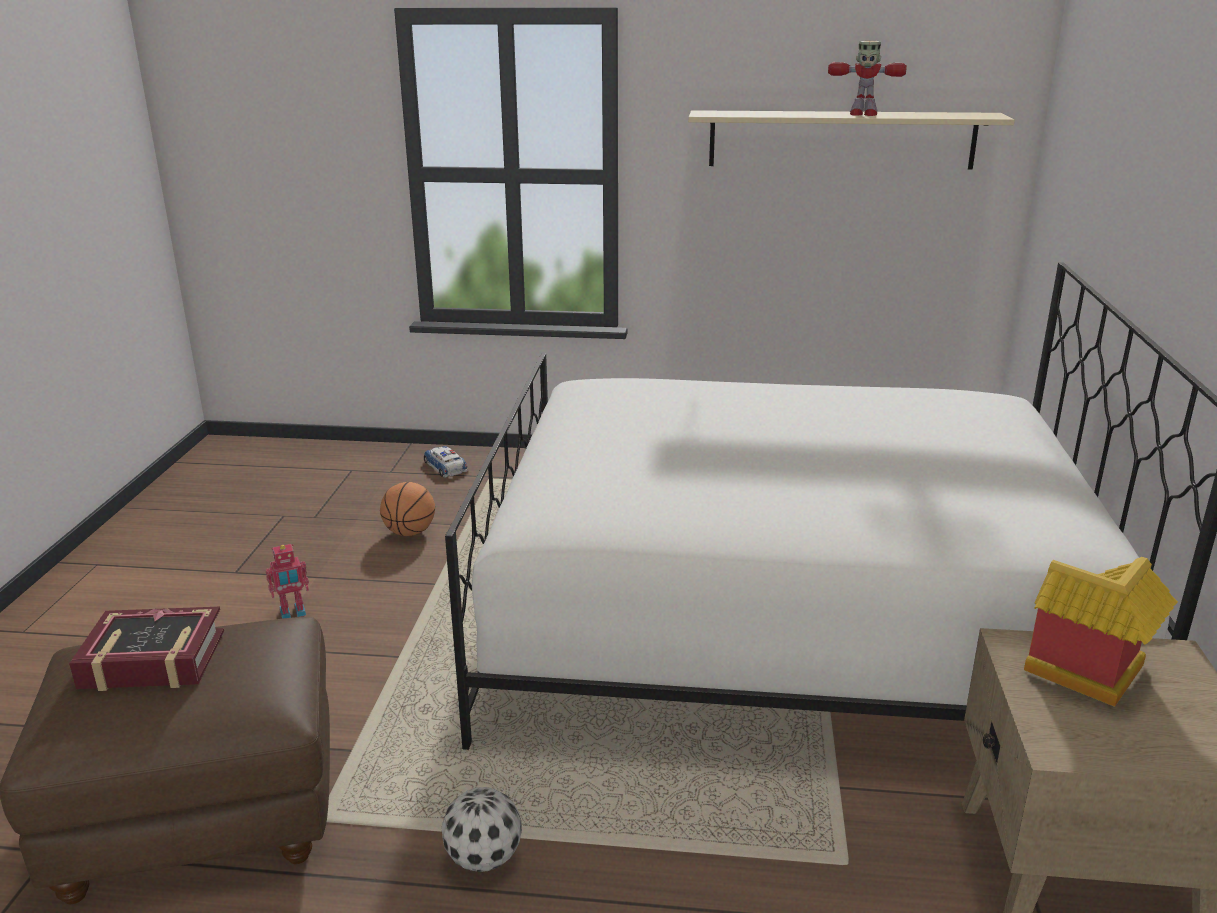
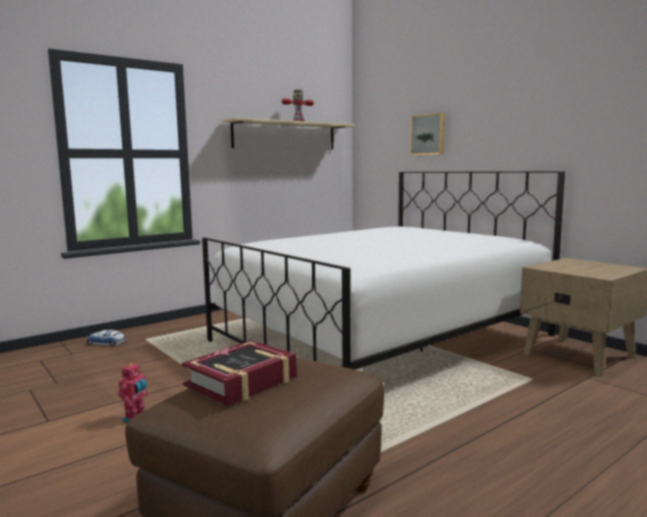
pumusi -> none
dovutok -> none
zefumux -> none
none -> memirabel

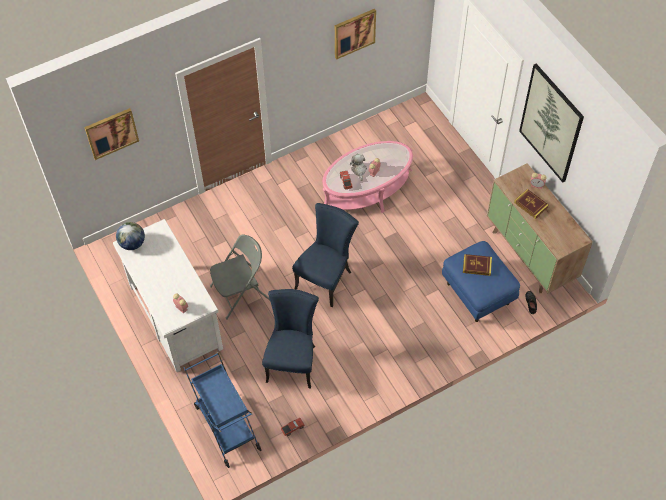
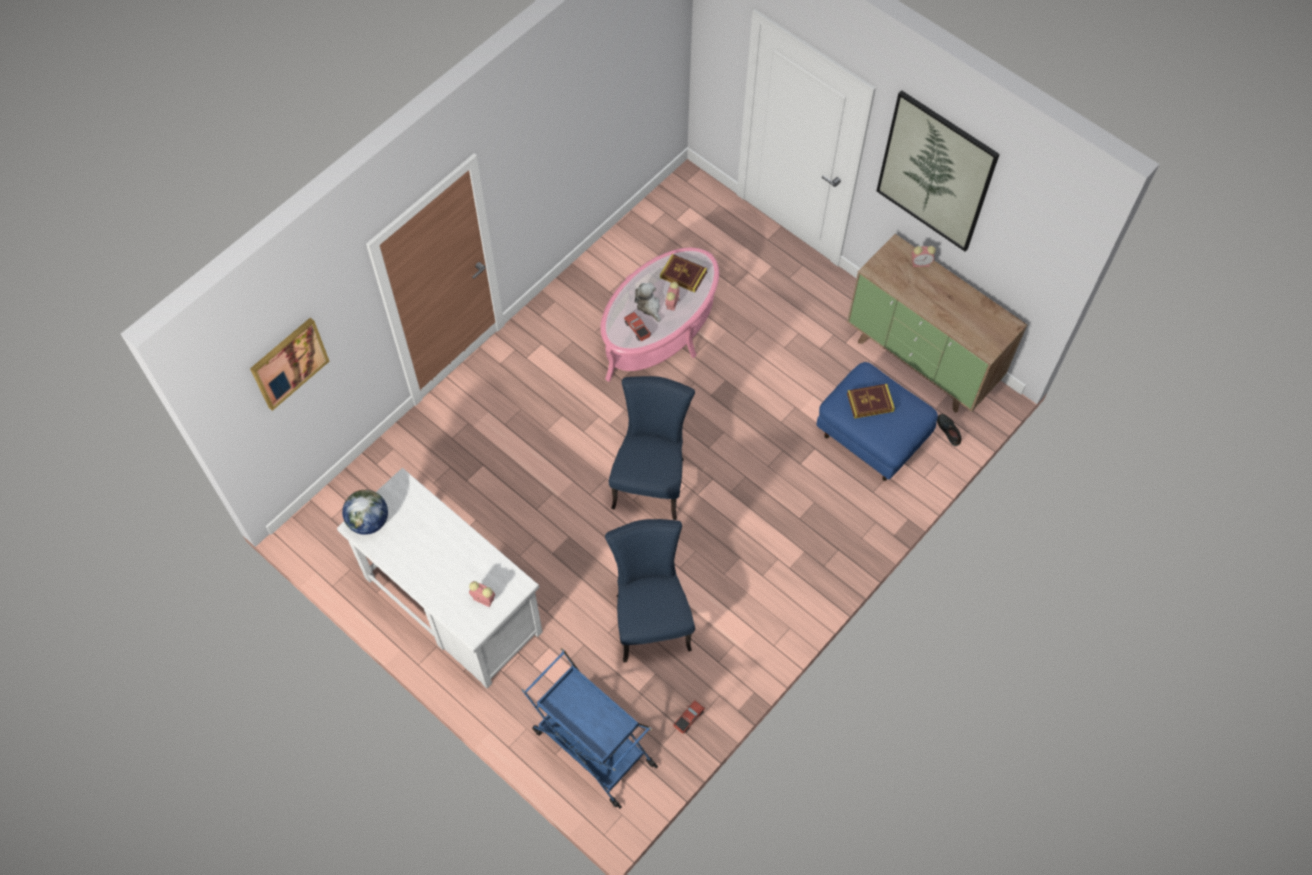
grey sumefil -> none
memirabel (2nd from left) -> none
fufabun (2nd from left in the first image) -> fufabun (1st from left), move

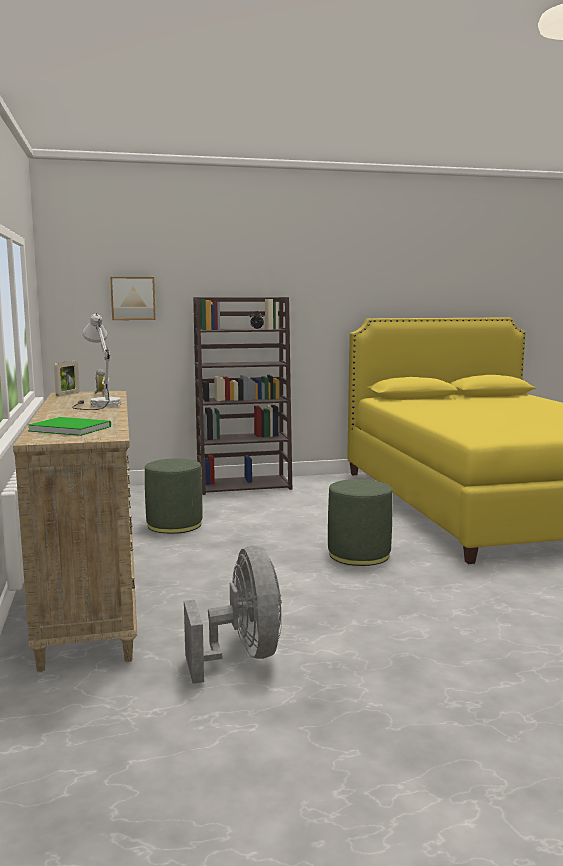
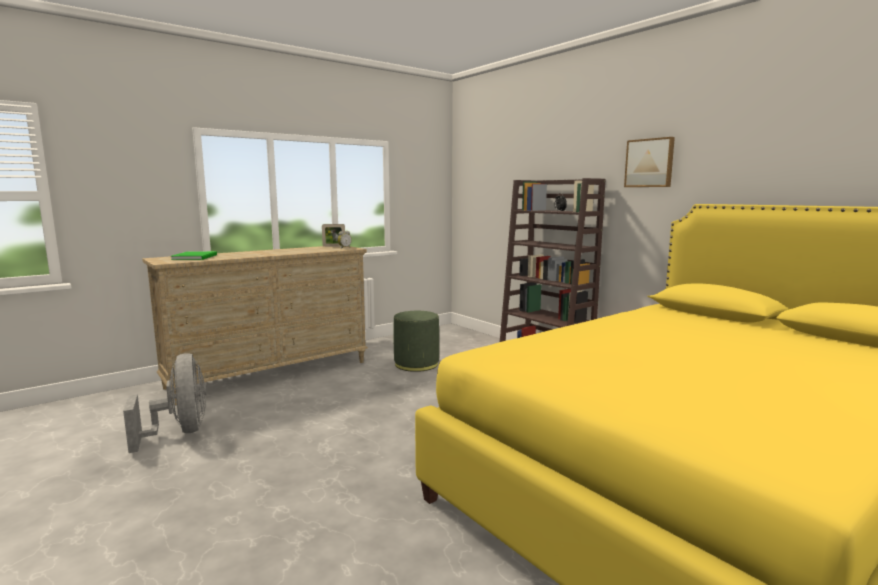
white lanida -> none
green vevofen (2nd from left) -> none
memirabel, move
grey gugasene, 75 degrees counterclockwise

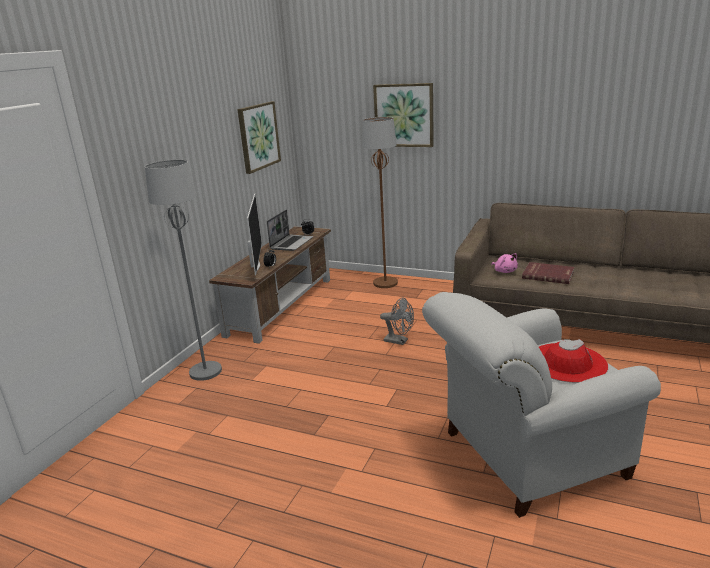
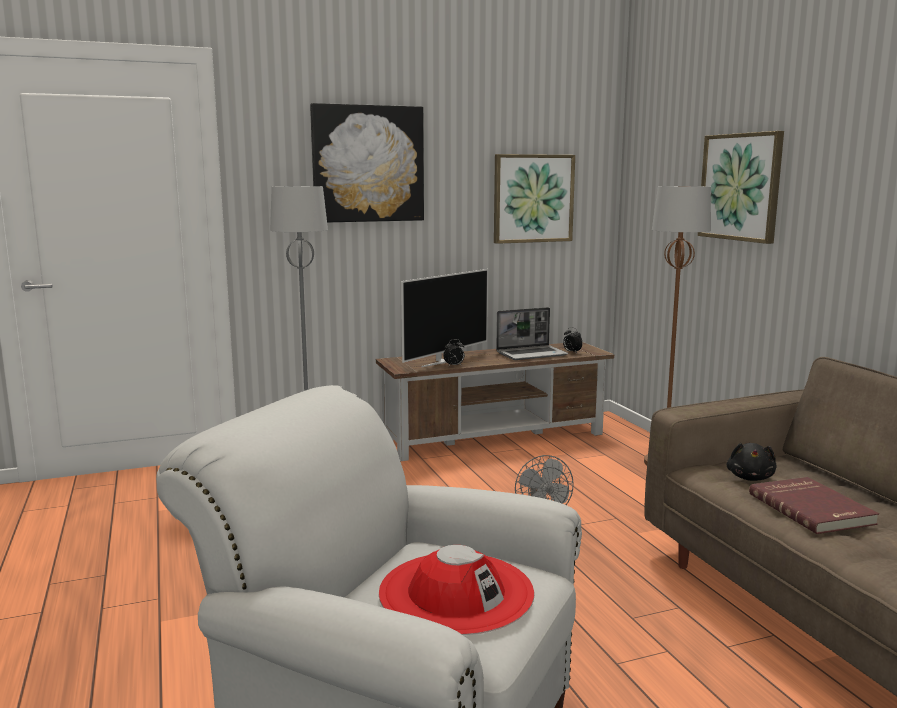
none -> memirabel (1st from left)
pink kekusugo -> black kekusugo

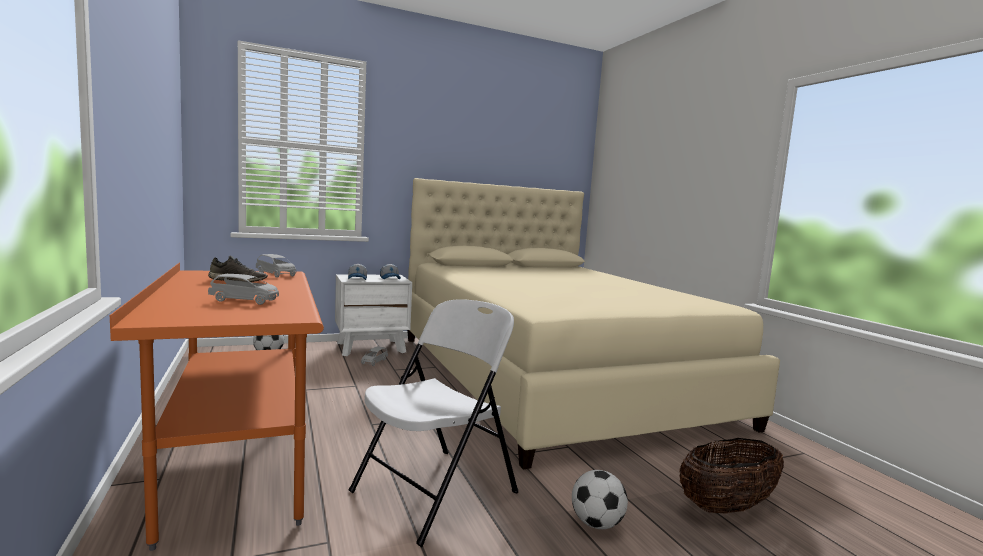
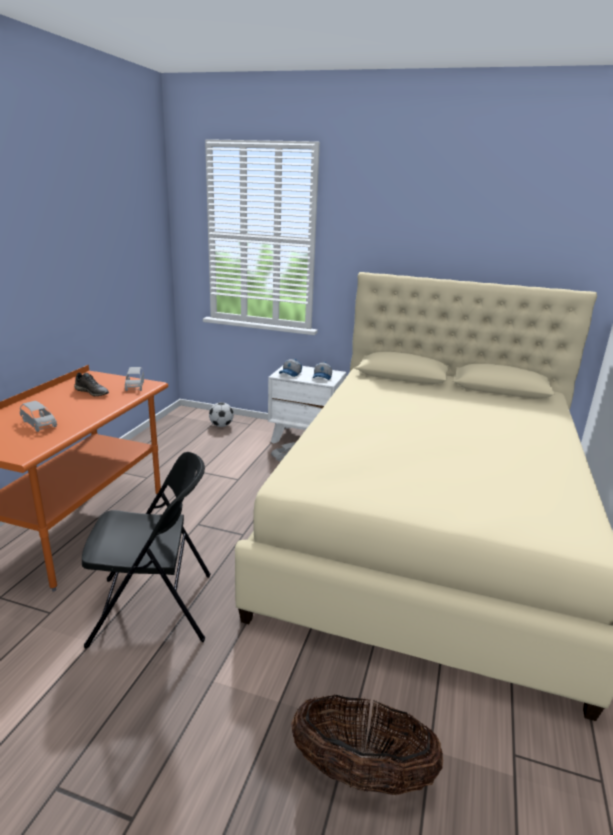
dovutok (2nd from left) -> none
white sumefil -> black sumefil

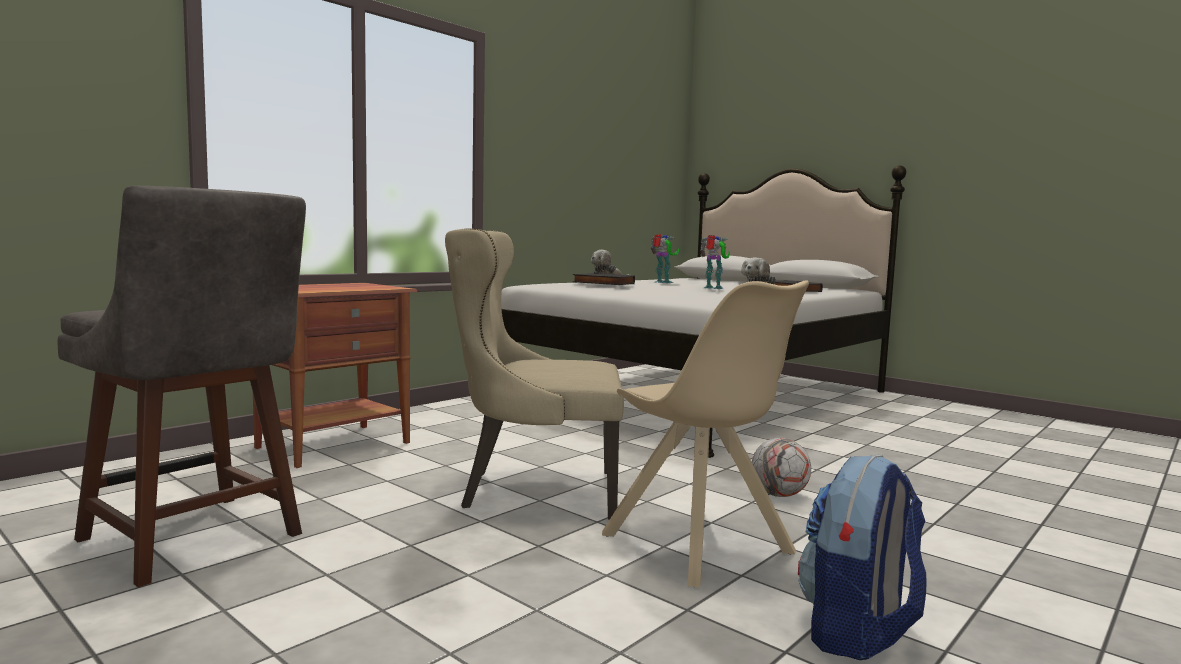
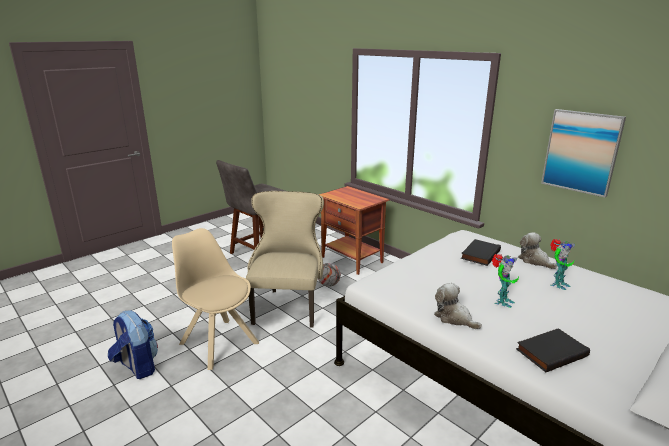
none -> memirabel
dovutok, move
beige sumefil (2nd from left in the first image) -> beige sumefil (1st from left), 75 degrees clockwise

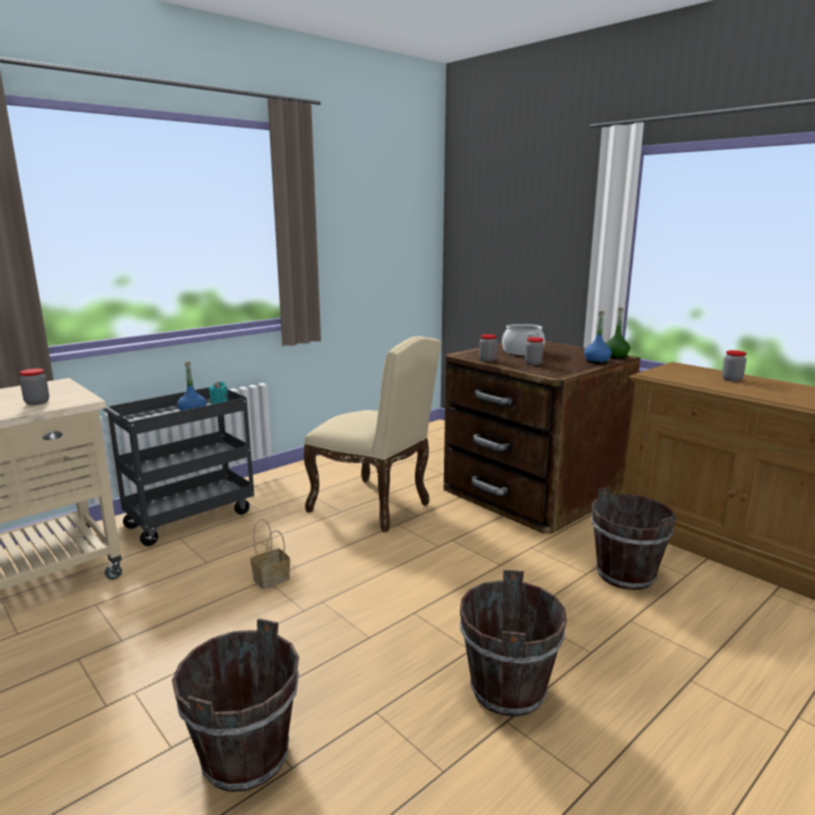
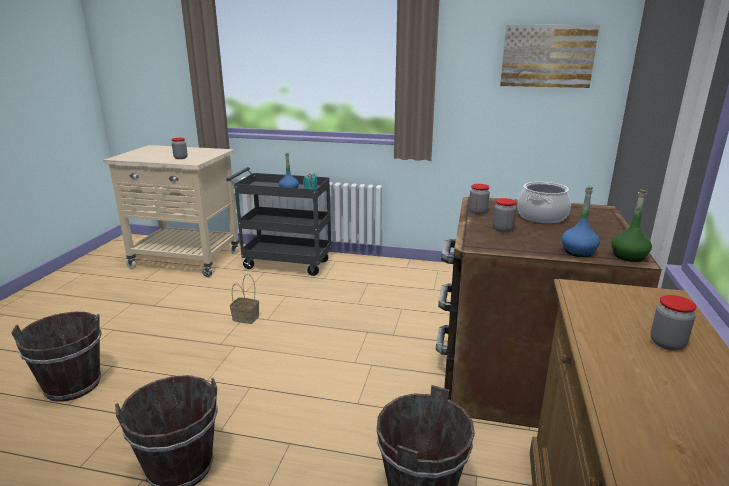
beige sumefil -> none
none -> memirabel

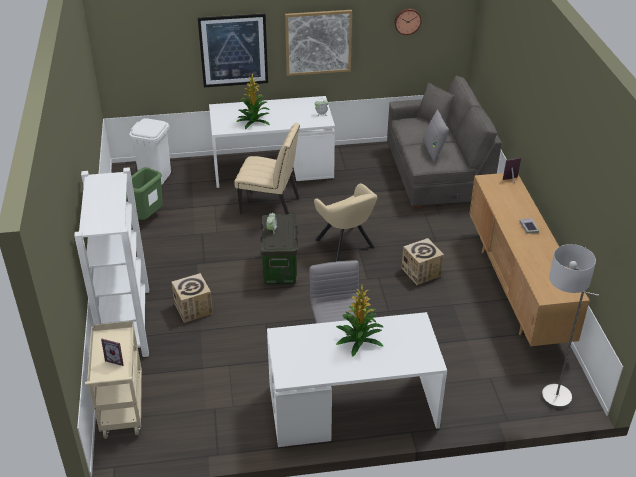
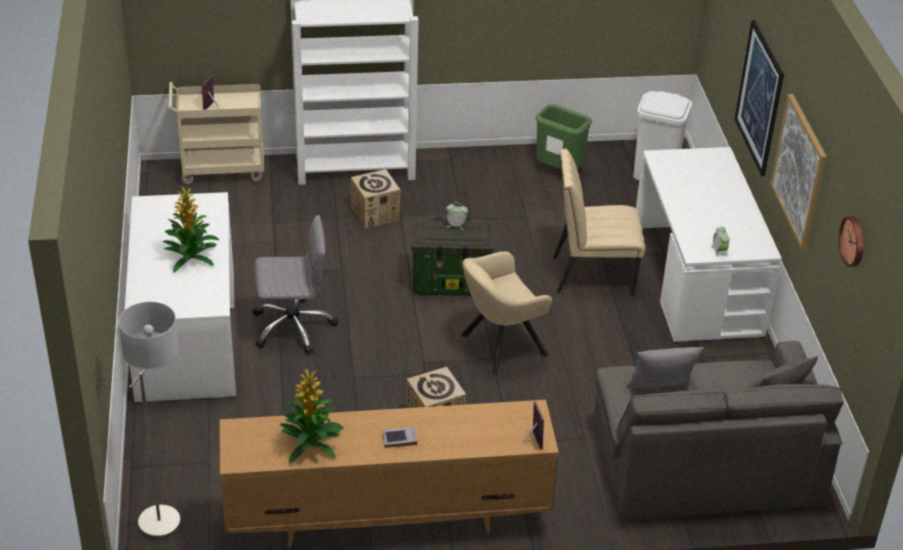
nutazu (1st from left in the first image) -> nutazu (2nd from left), move
beige sumefil, 75 degrees clockwise

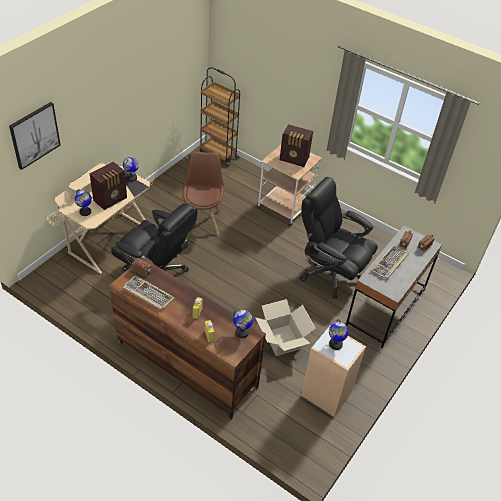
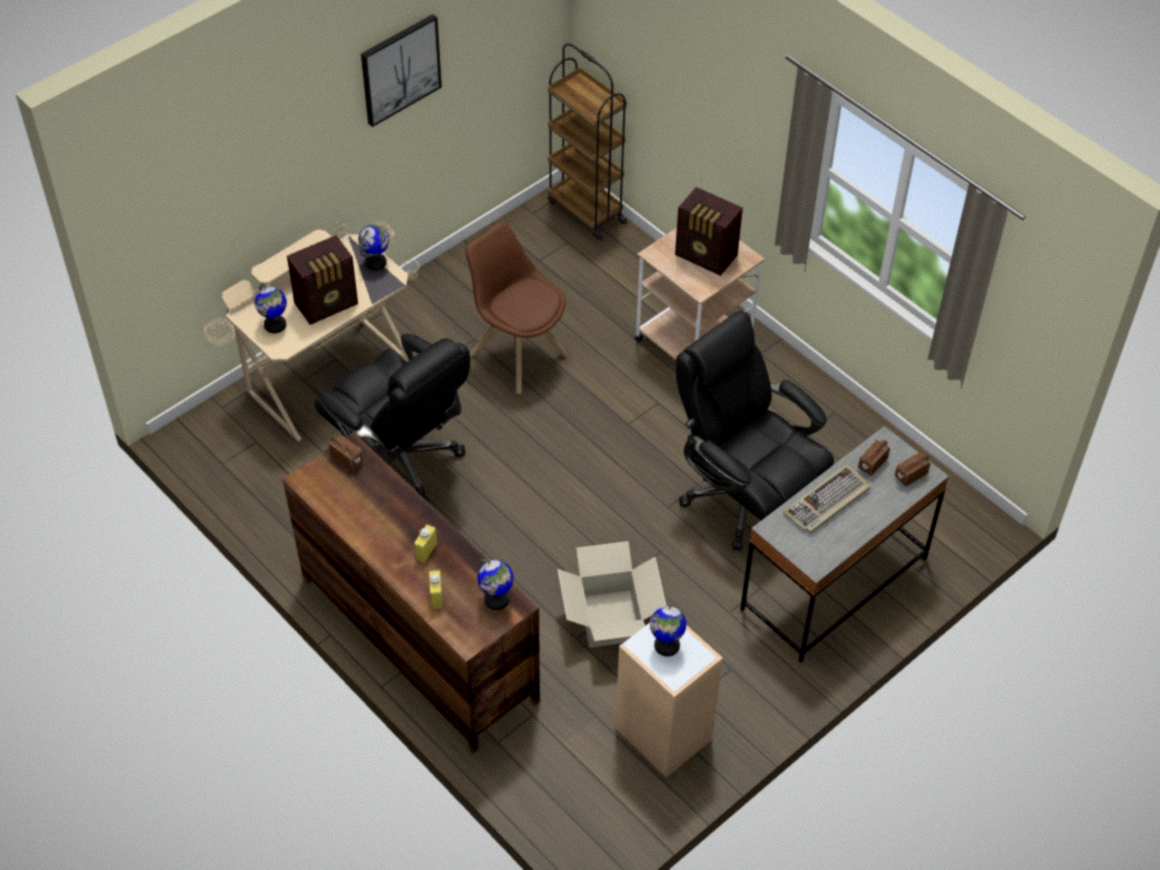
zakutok (1st from left) -> none
memirabel, move
brown sumefil, 60 degrees counterclockwise

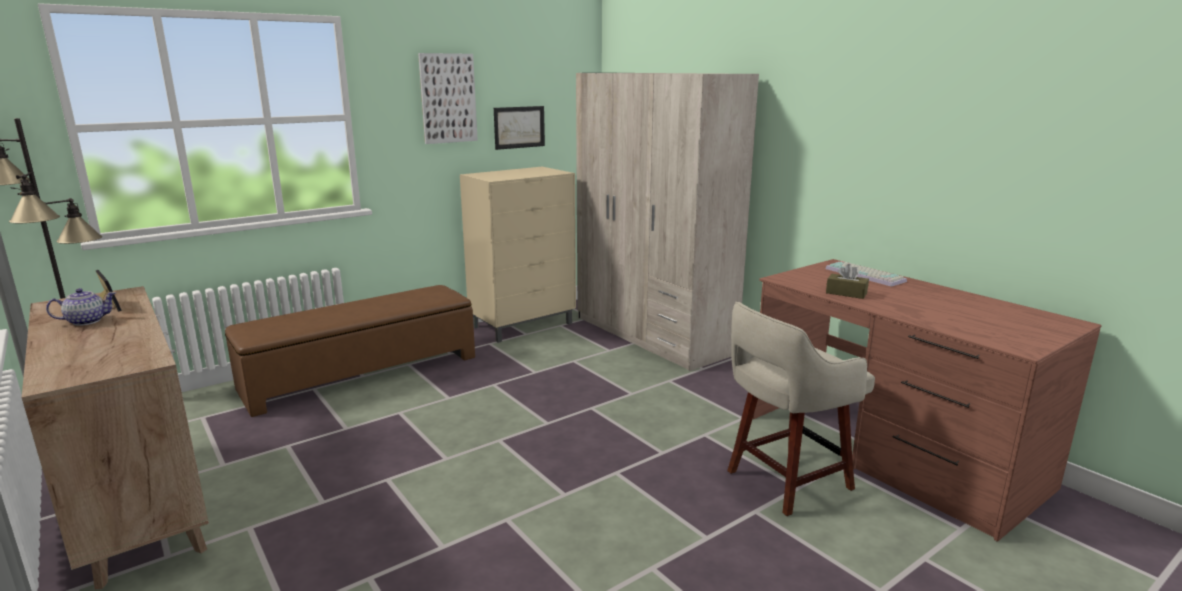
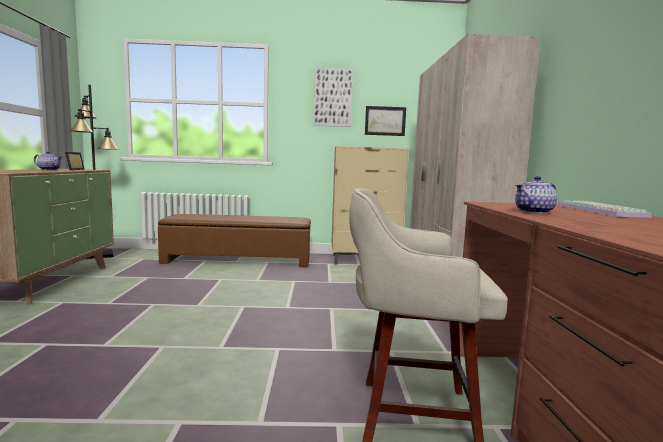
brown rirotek -> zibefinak (2nd from left)

